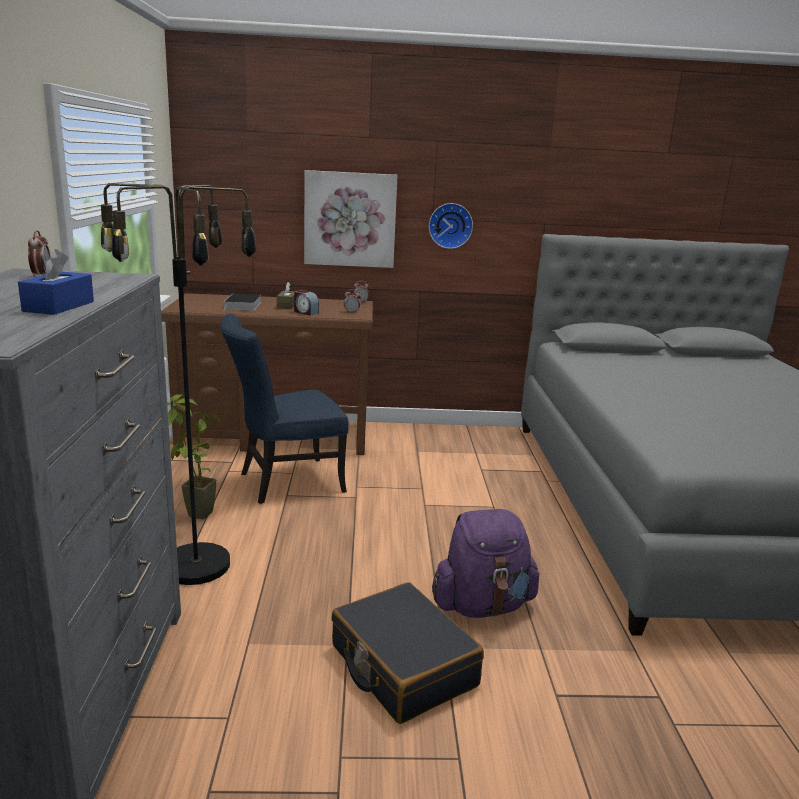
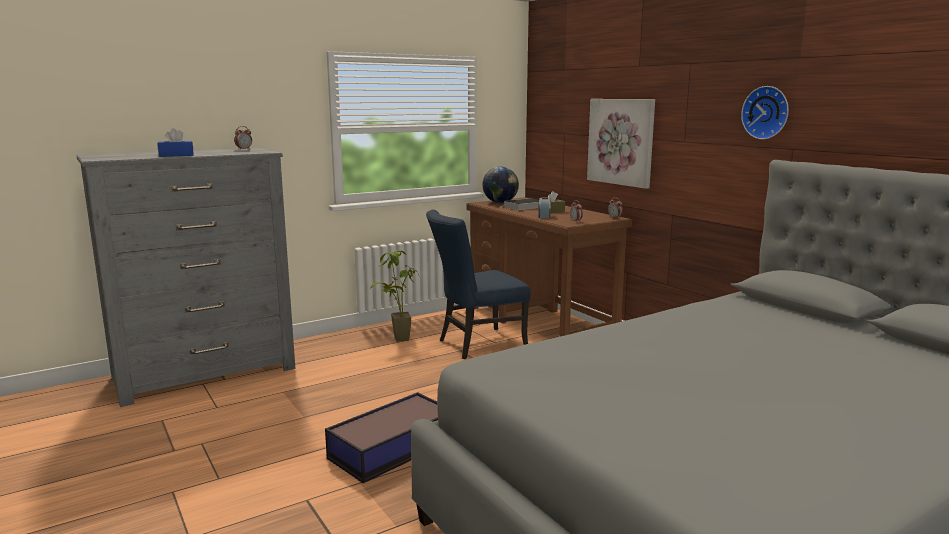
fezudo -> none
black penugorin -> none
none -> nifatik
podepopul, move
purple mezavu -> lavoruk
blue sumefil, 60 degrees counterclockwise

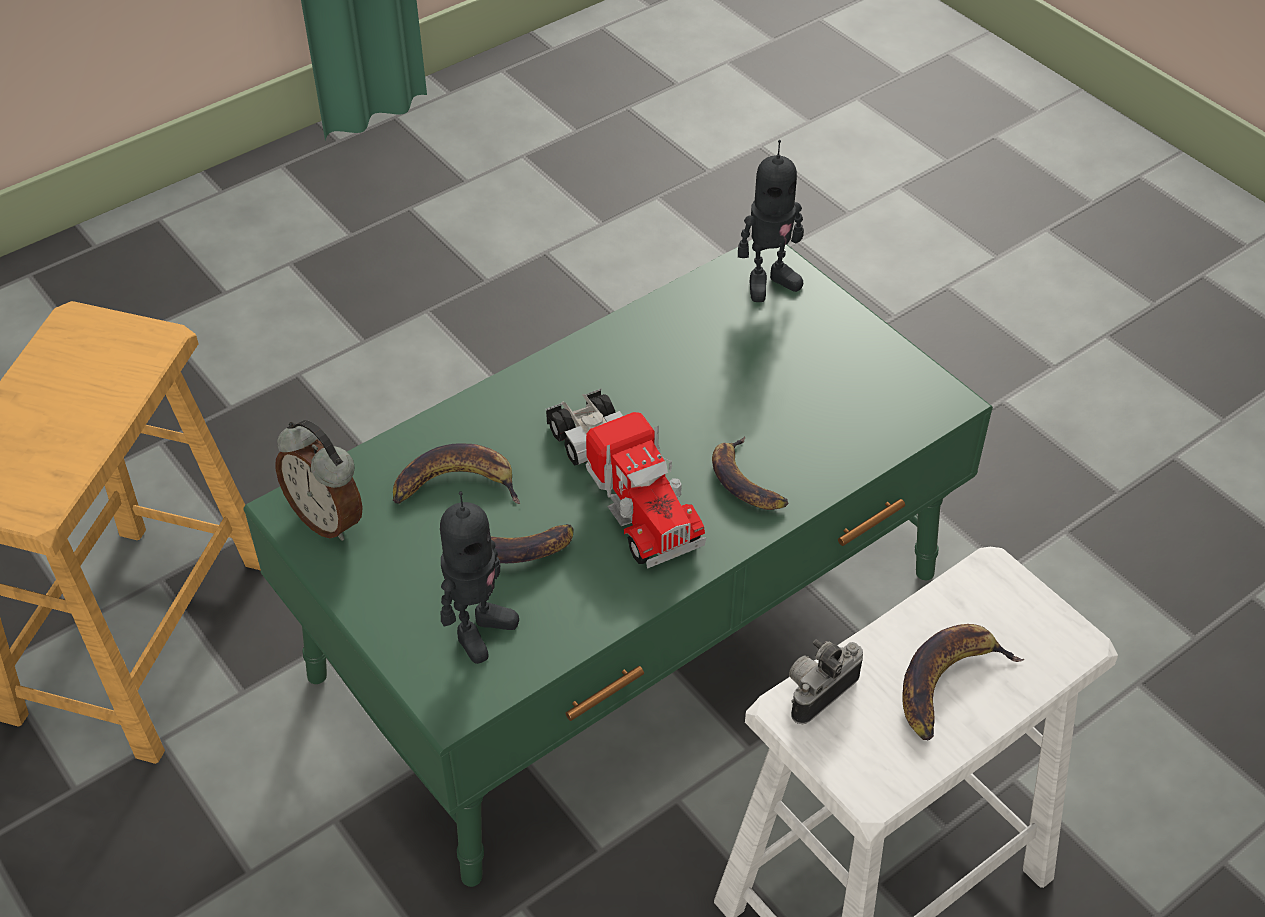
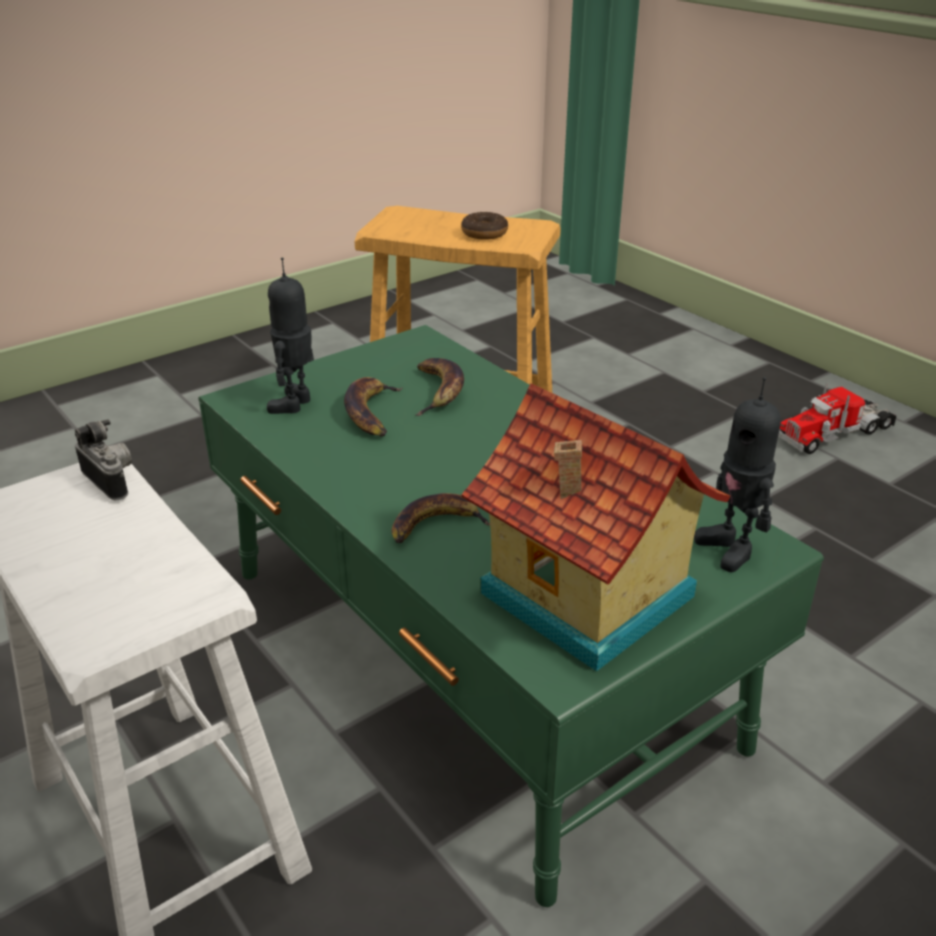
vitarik -> none
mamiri (4th from left) -> none
none -> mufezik
none -> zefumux
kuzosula, move
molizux (1st from left), 75 degrees clockwise

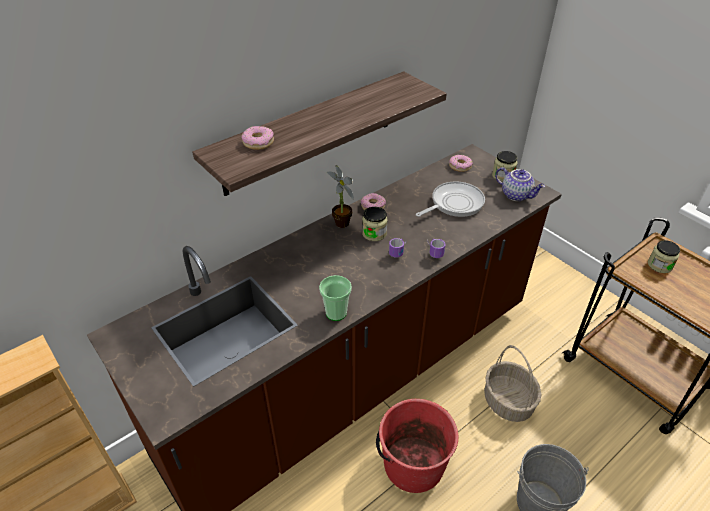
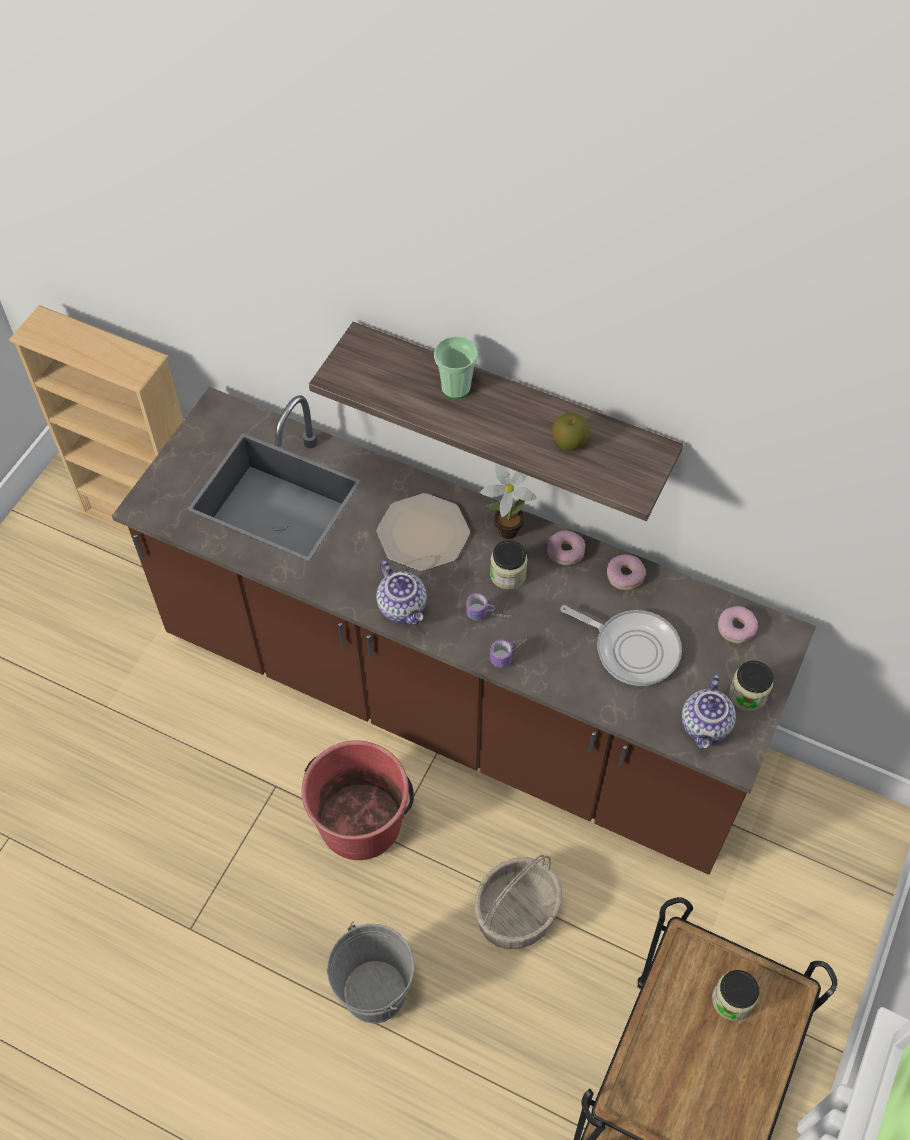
none -> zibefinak (1st from left)
none -> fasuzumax
none -> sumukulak
mufezik (1st from left in the first image) -> mufezik (2nd from left), move
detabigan, move

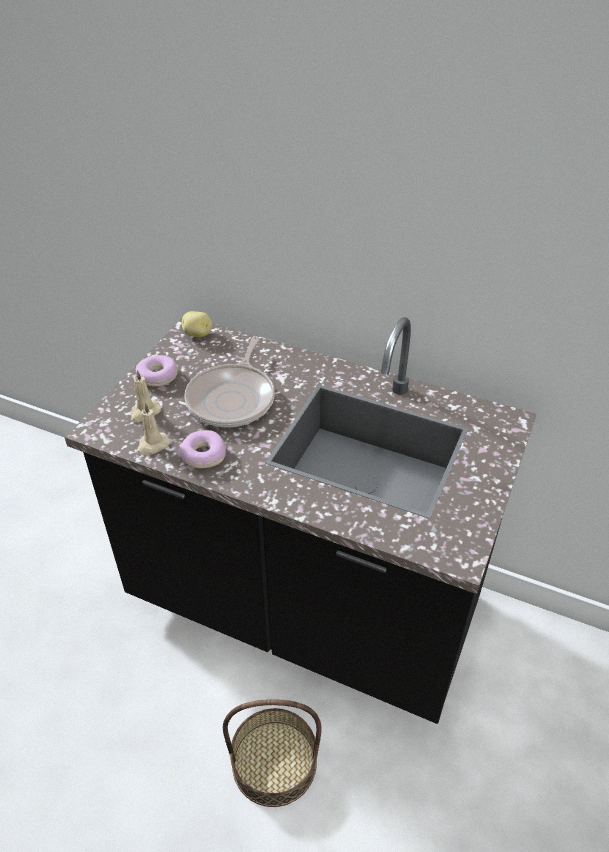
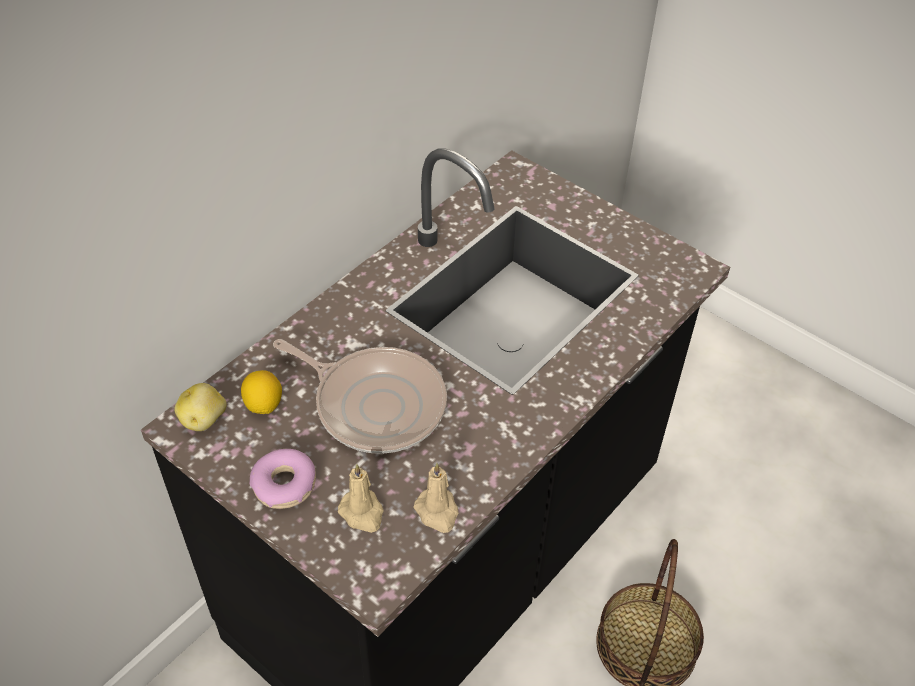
mufezik (2nd from left) -> none
none -> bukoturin

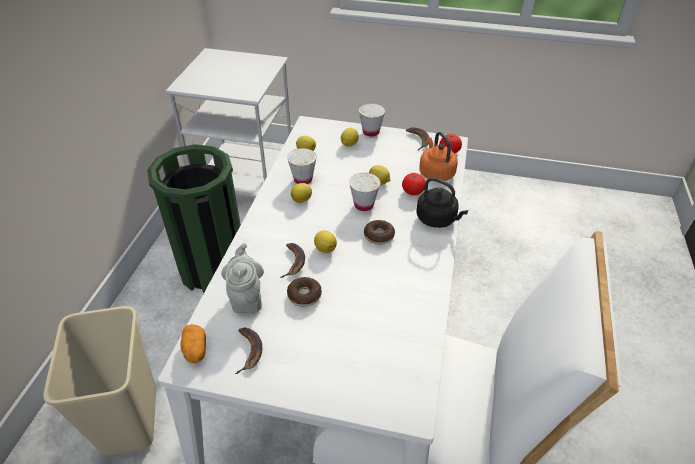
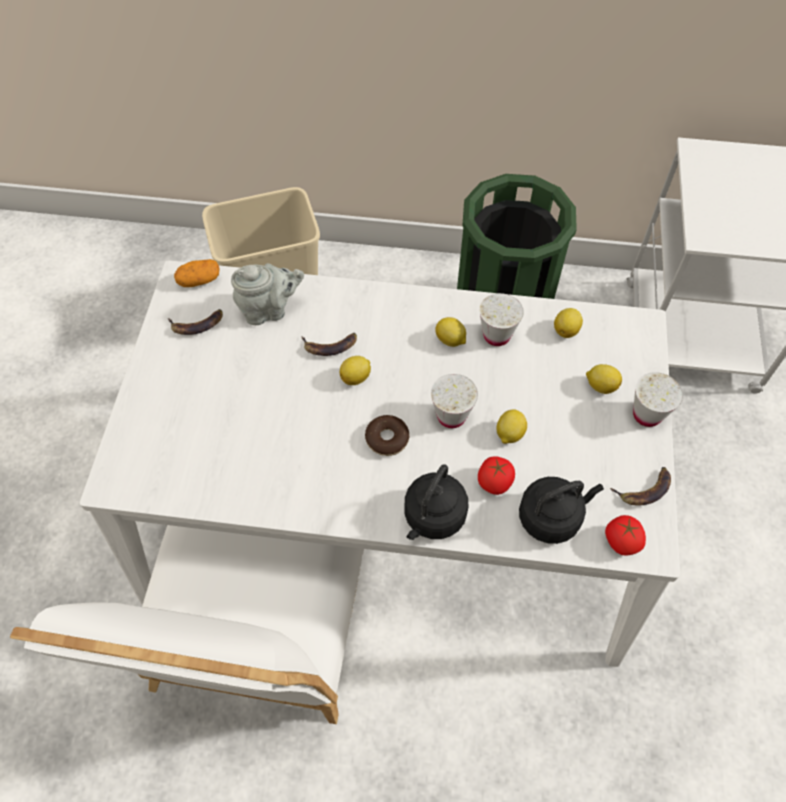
mufezik (1st from left) -> none
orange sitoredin -> black sitoredin (2nd from left)

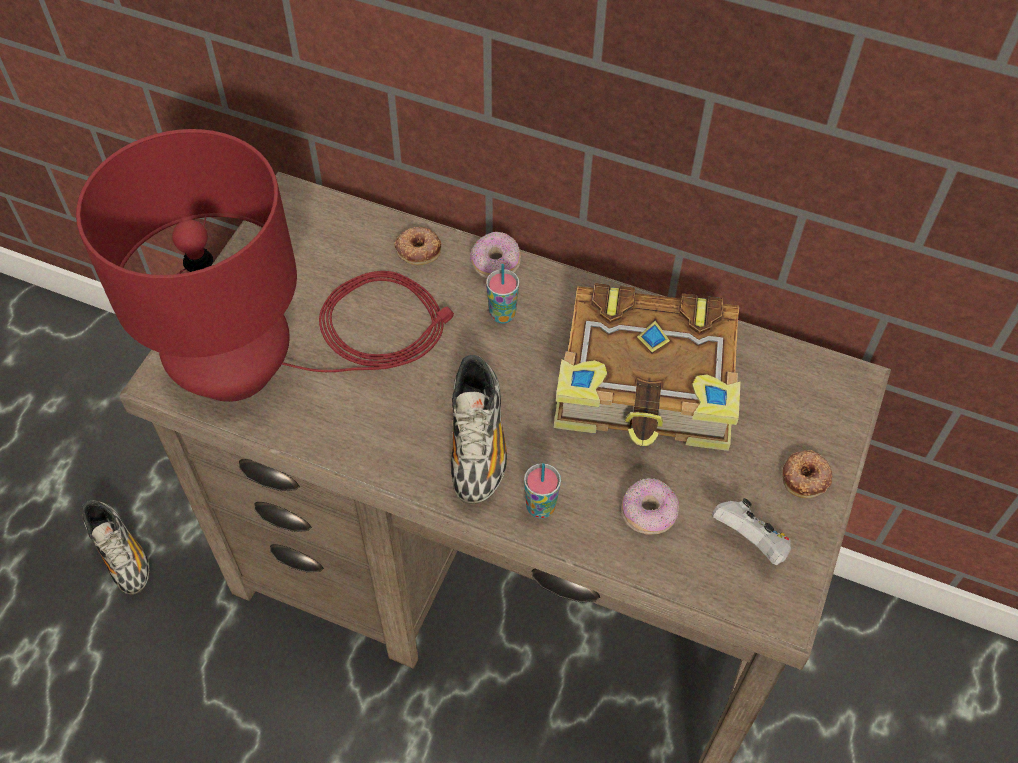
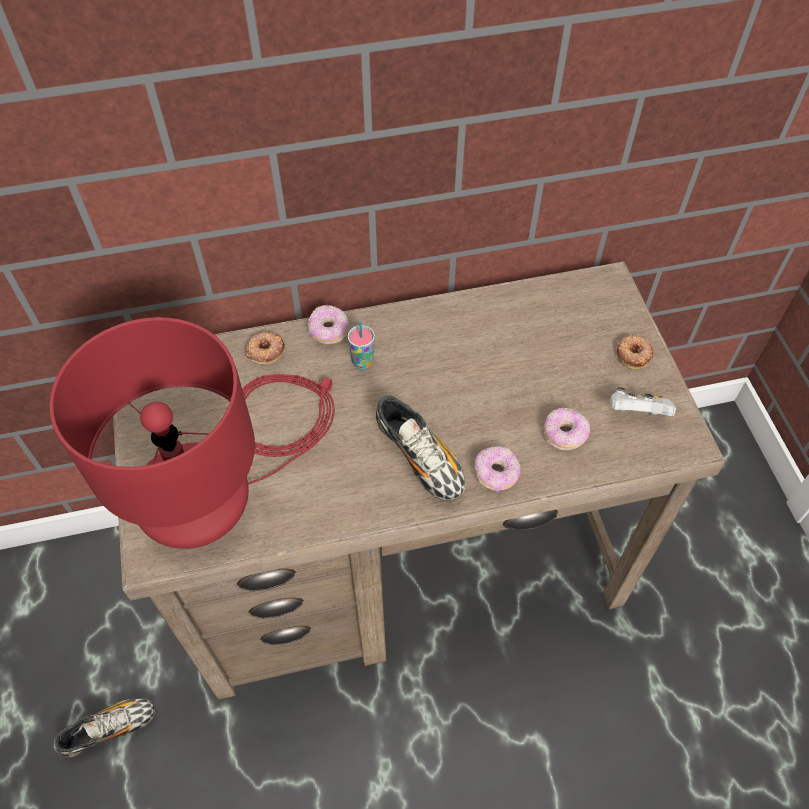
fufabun -> none
detabigan (2nd from left) -> mufezik (3rd from left)
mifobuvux (1st from left), 45 degrees counterclockwise

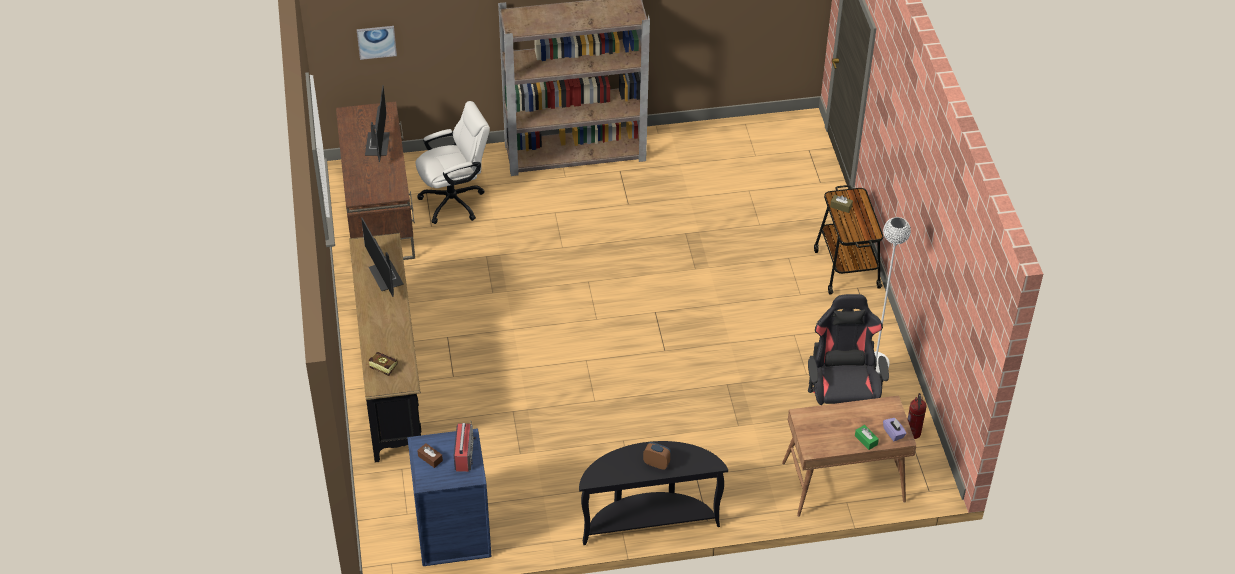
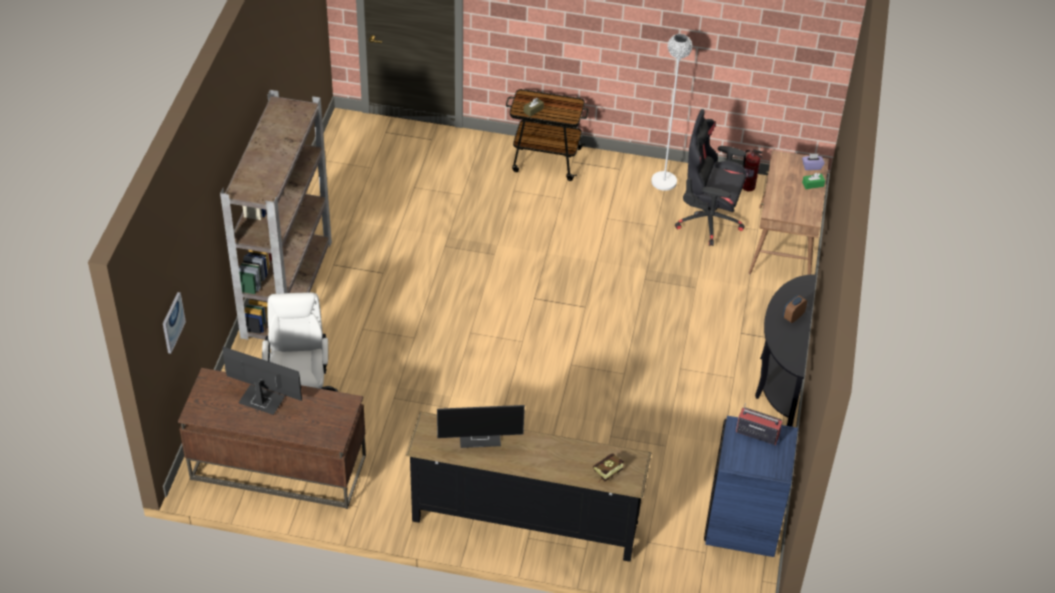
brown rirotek (1st from left) -> none

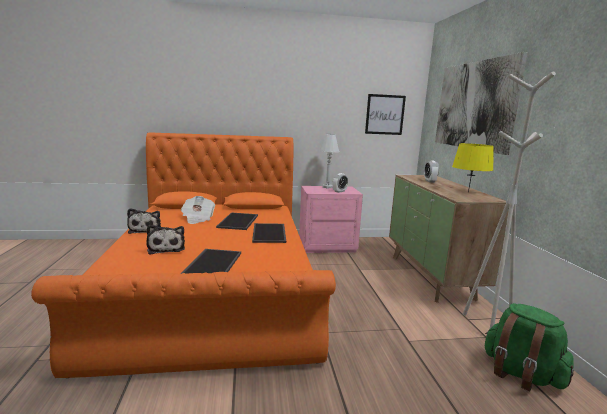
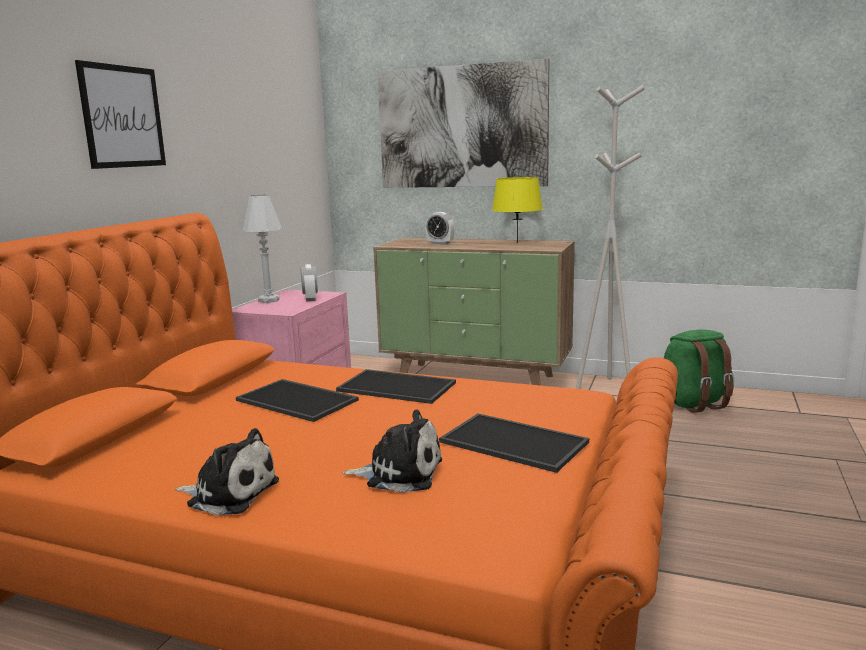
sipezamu -> none
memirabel (1st from left), move

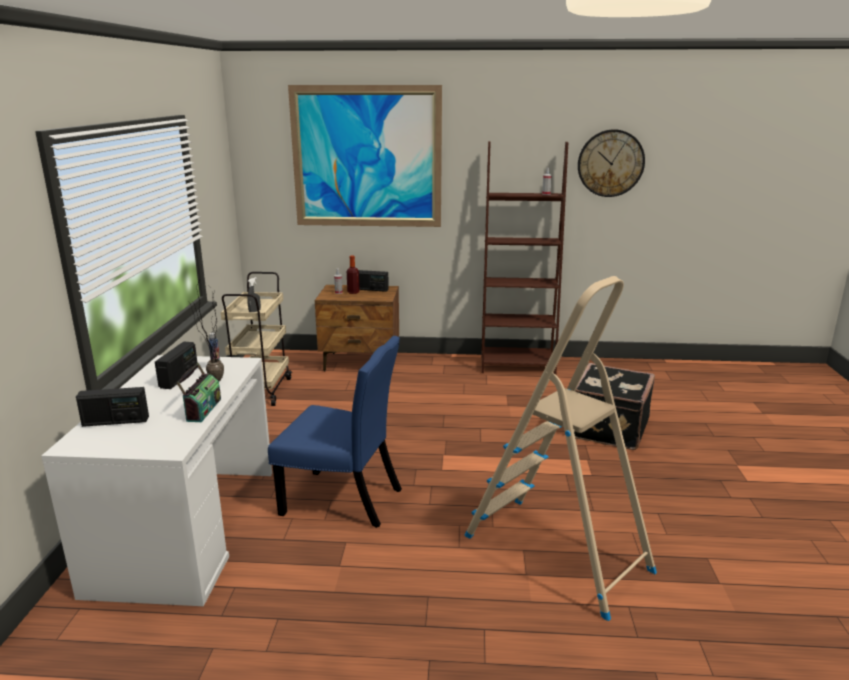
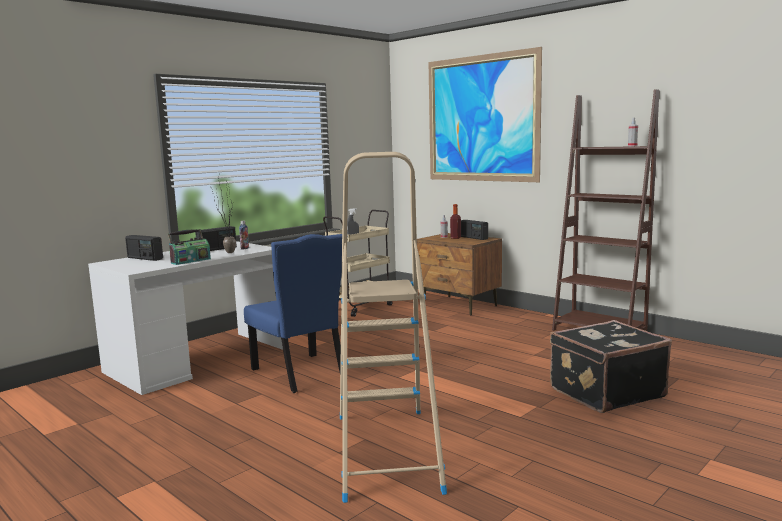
podepopul -> none

